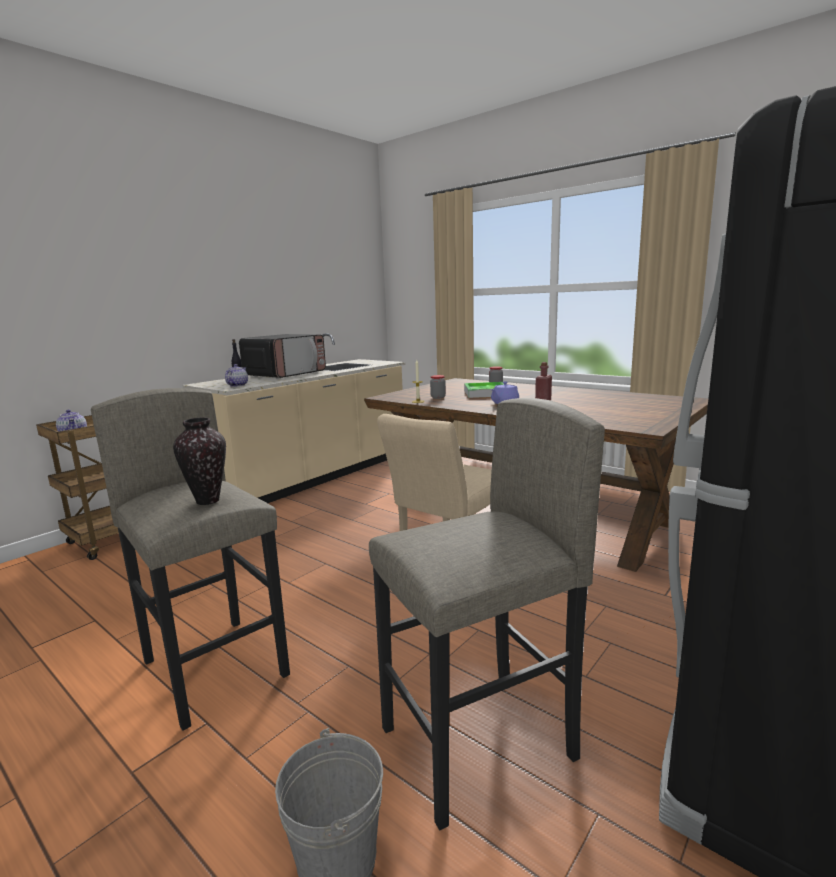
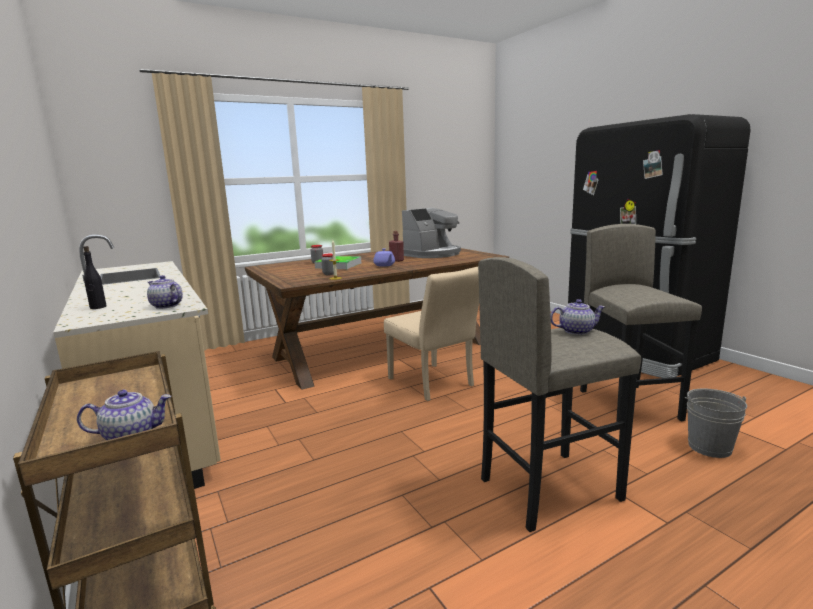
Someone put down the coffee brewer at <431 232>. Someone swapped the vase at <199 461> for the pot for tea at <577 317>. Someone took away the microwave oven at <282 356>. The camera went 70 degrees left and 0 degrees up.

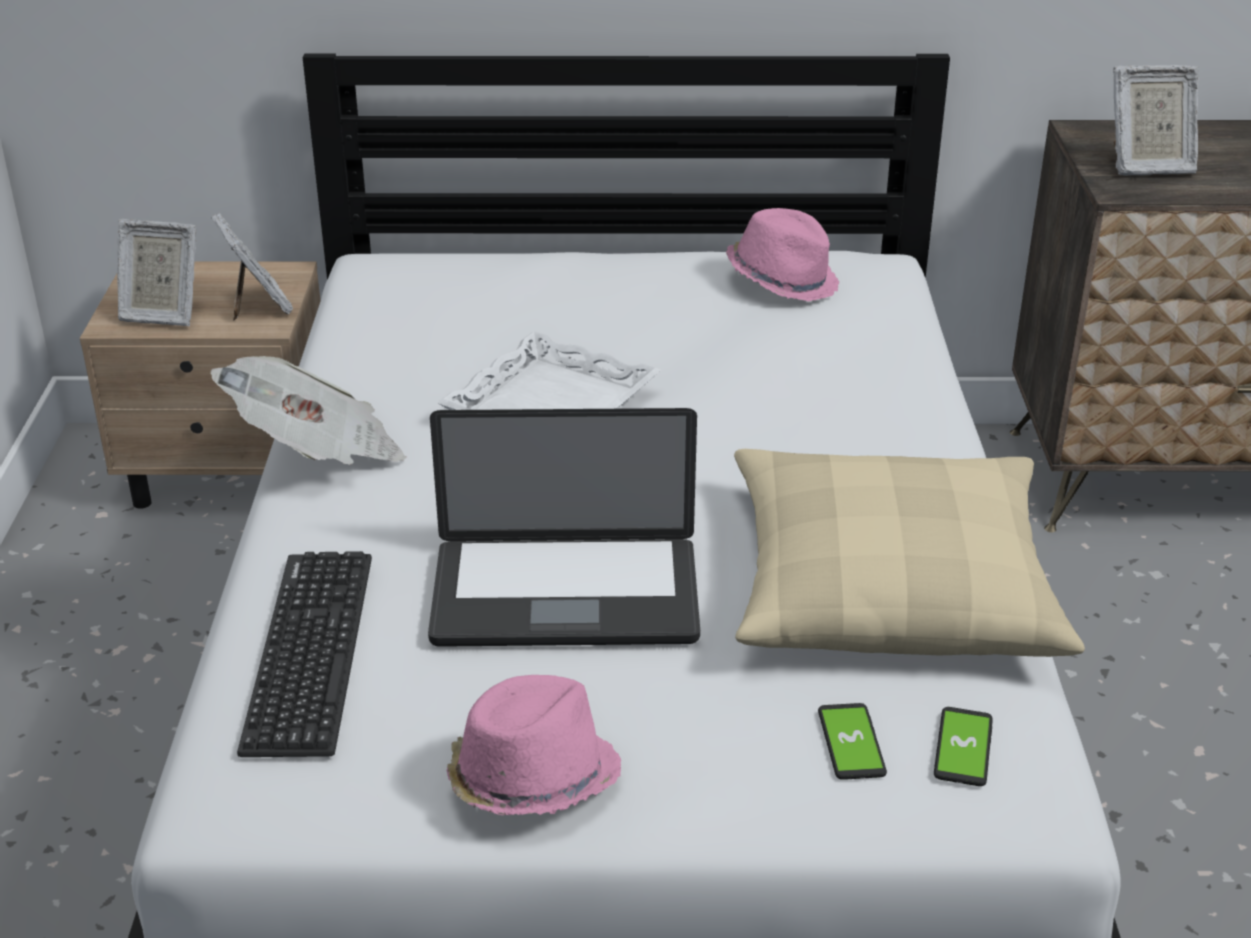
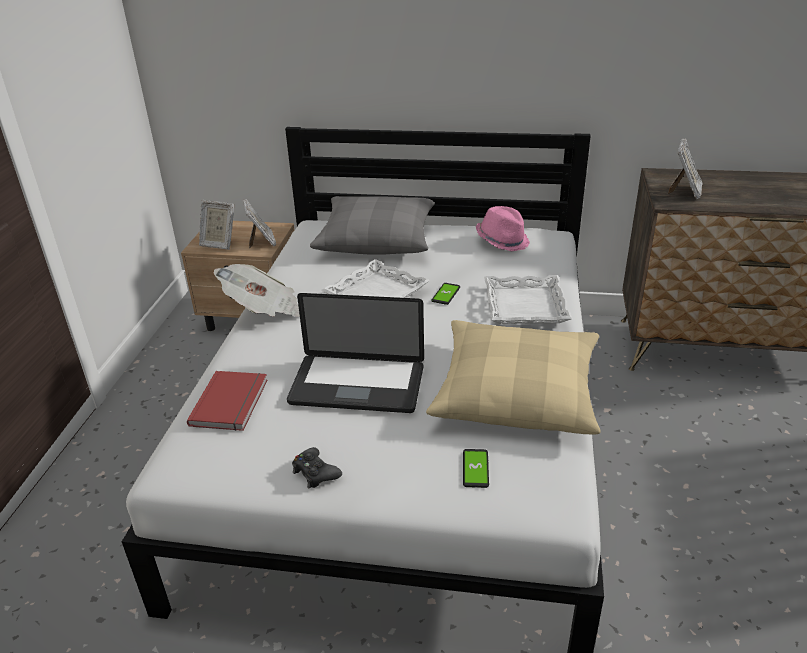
Someone swapped the computer keyboard at <304 654> for the volume (red) at <227 401>. Someone swapped the hat (pink) at <534 745> for the joypad (black-coloured) at <317 467>. Someone put down the pillow (greyish) at <372 225>. Someone carried the telephone from <963 746> to <445 294>. Someone put down the serving tray (white-coloured) at <528 299>. Someone rotated the picture frame at <1155 120> by 75 degrees counterclockwise. The camera went 10 degrees right and 0 degrees up.

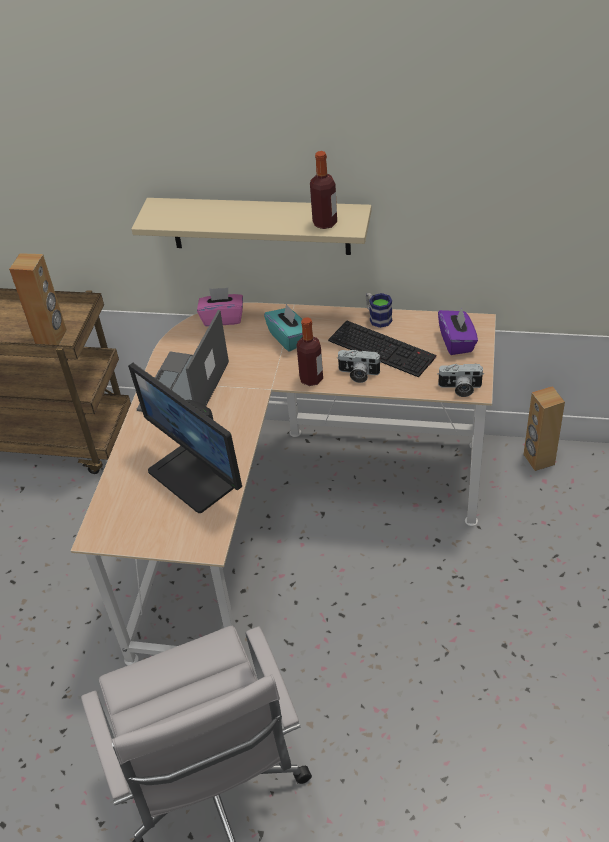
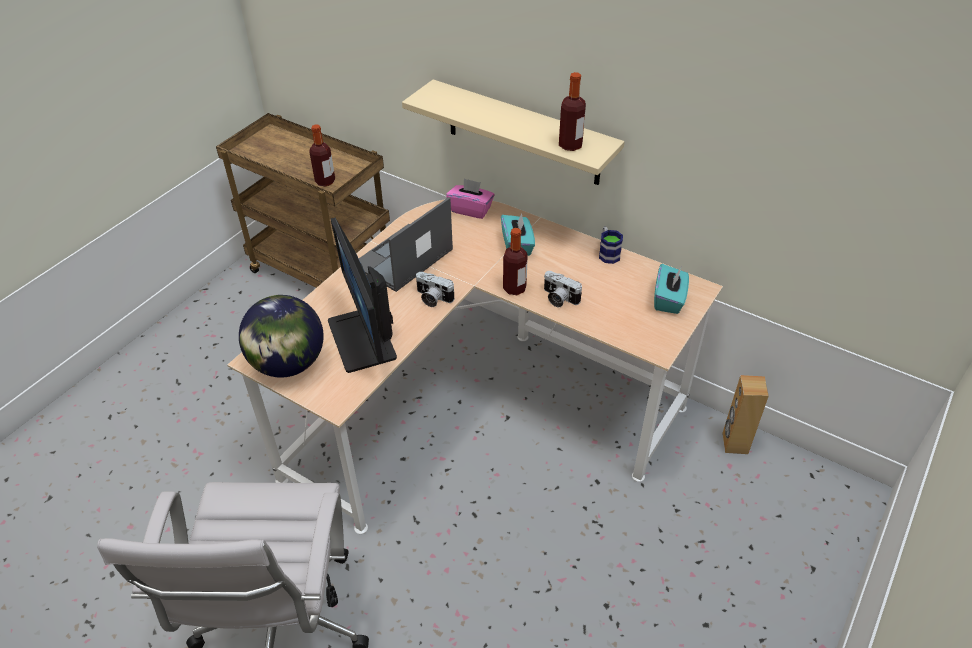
Someone put down the world globe at <281 336>. Someone swapped the speaker (brown) at <38 299> for the bottle at <322 155>. Someone carried the photo camera from <460 380> to <435 289>. Someone repainted the box of tissues (purplish) at <458 331>, which became the box of tissues (turquoise-coloured) at <671 289>. Someone took away the computer keyboard at <382 349>. The camera went 20 degrees right and 0 degrees up.

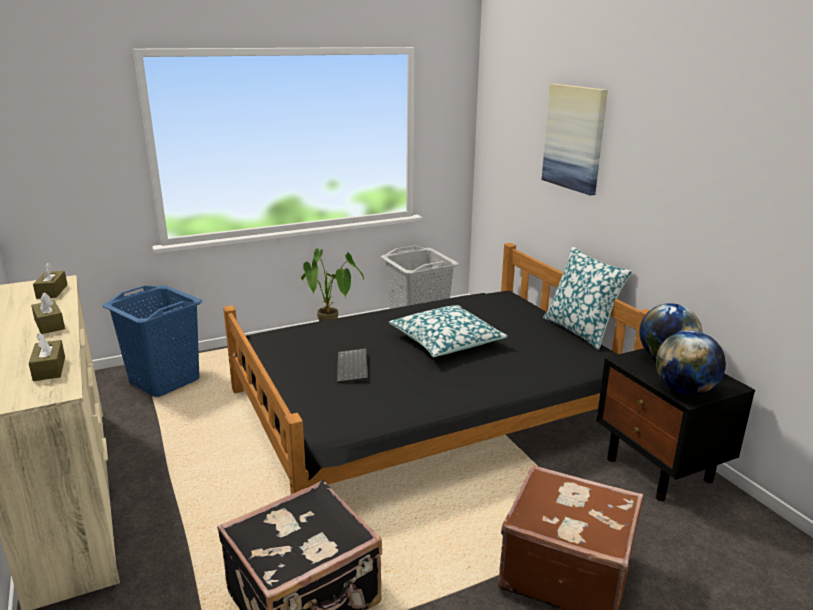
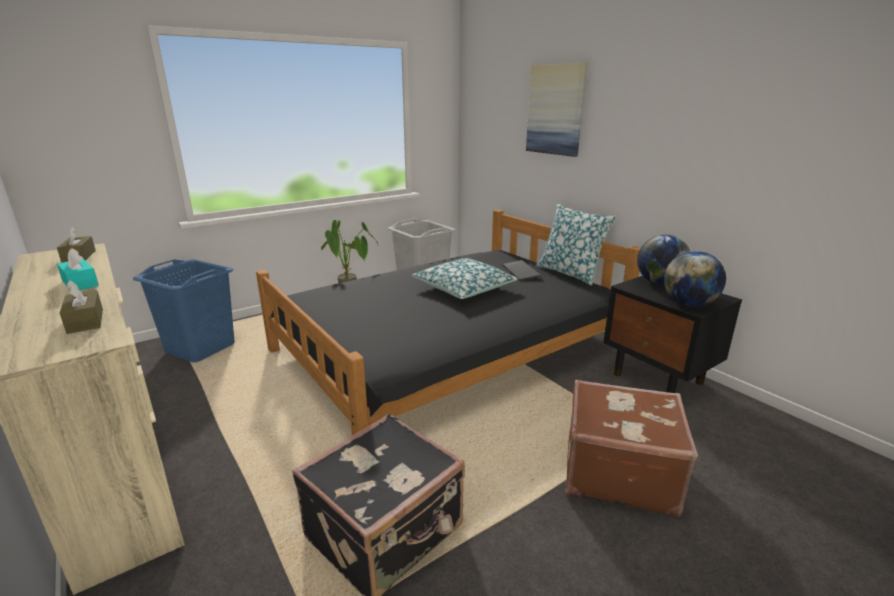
Someone repainted the box of tissues (brown) at <48 313>, which became the box of tissues (turquoise-coloured) at <78 269>. Someone carried the computer keyboard from <352 365> to <521 270>. The camera went 10 degrees left and 0 degrees up.

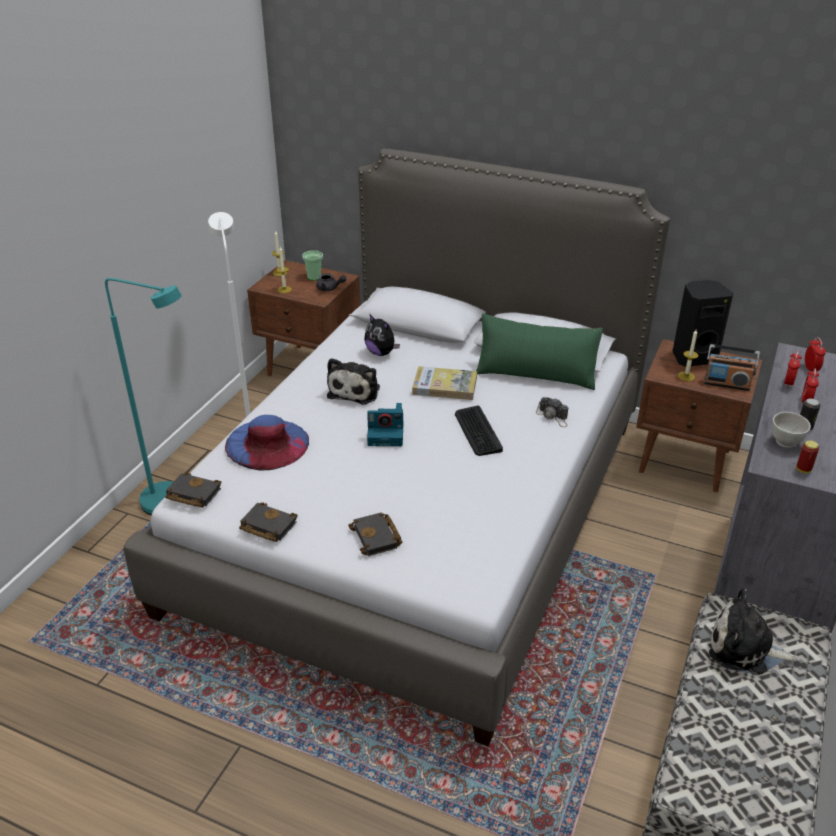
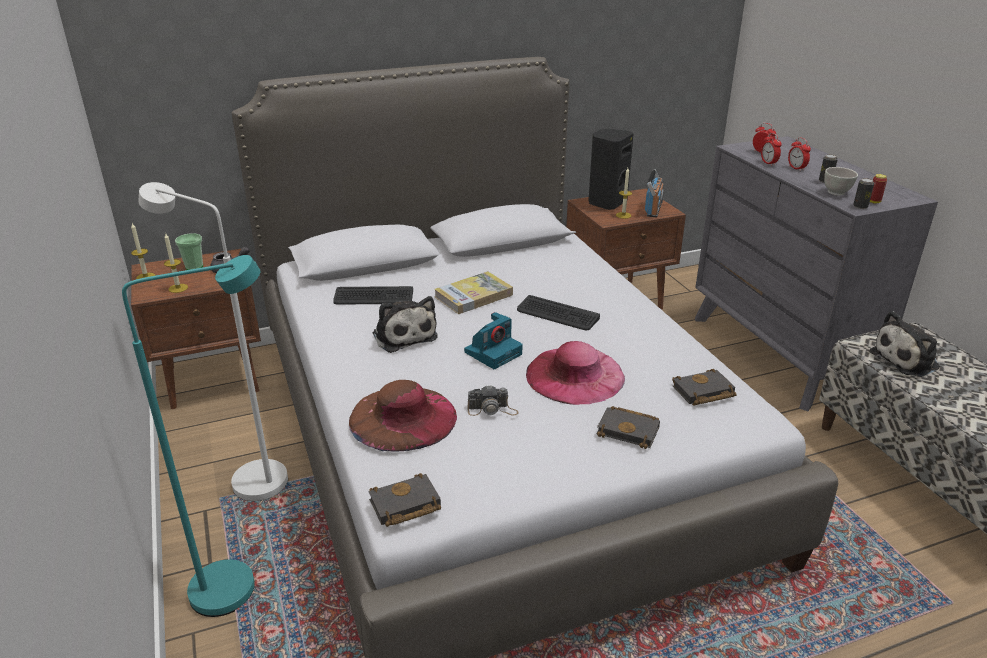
Someone swapped the cuddly toy at <382 335> for the computer keyboard at <373 295>. Someone repainted the hat (blue) at <267 442>, which became the hat (brown) at <403 416>. Someone carried the photo camera from <551 412> to <492 400>. Someone put down the hat (pink) at <575 373>. Someone rotated the radio set at <732 367> by 45 degrees counterclockwise. Someone carried the volume (black-coloured) from <268 522> to <704 387>. Someone put down the can at <863 193>. Someone took away the pillow (green) at <539 352>. The camera went 45 degrees left and 5 degrees down.

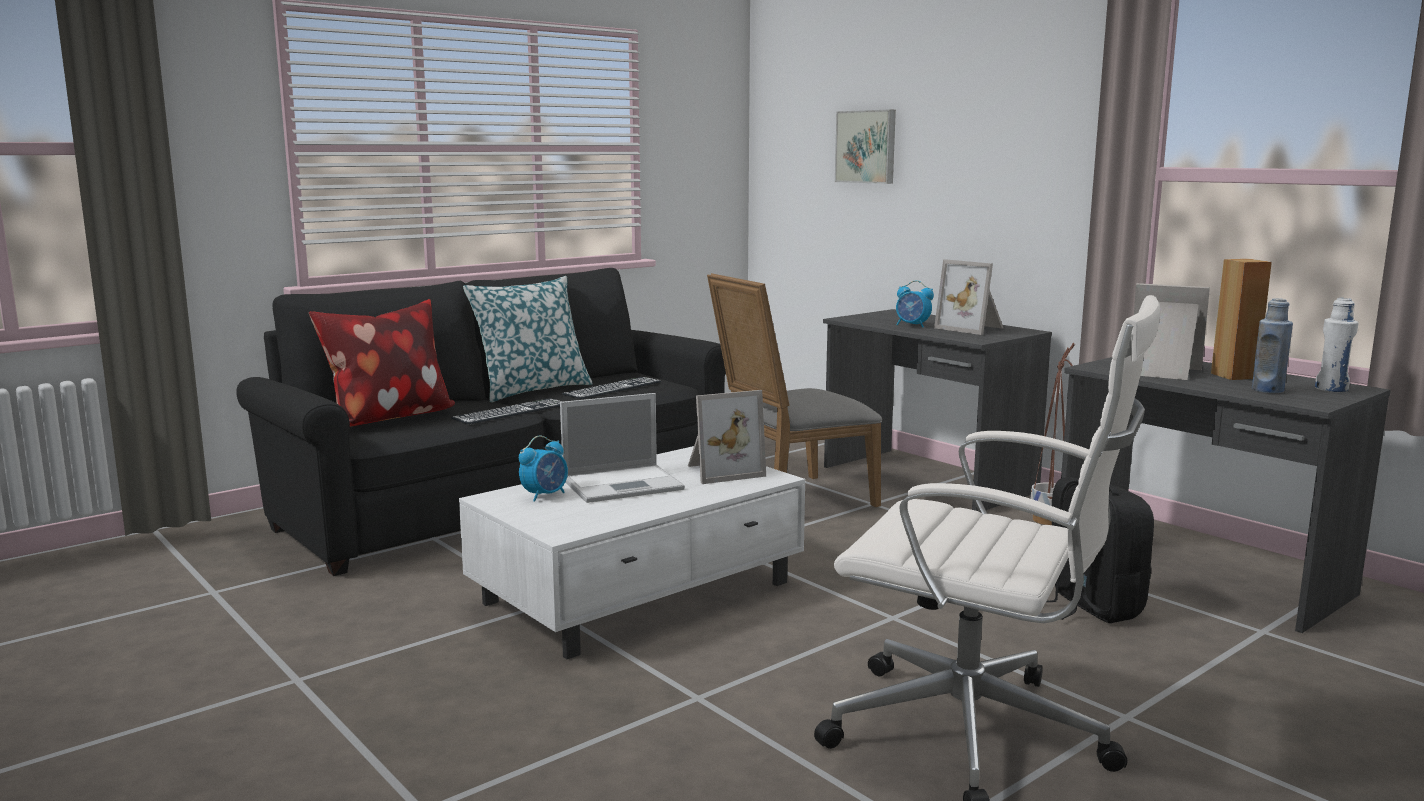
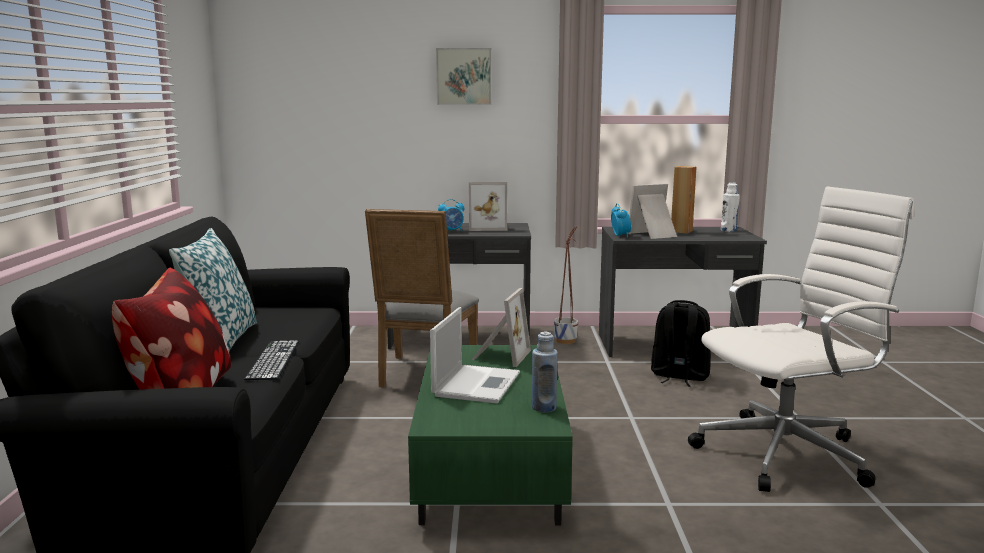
Someone repainted the low table (white-coloured) at <632 552>, which became the low table (green) at <490 435>. Someone carried the wall art from <865 146> to <464 76>. Someone carried the bottle (blue) from <1272 345> to <545 372>. Someone carried the bedside clock from <543 468> to <621 220>. Someone took away the computer keyboard at <611 388>. The camera went 50 degrees left and 0 degrees up.

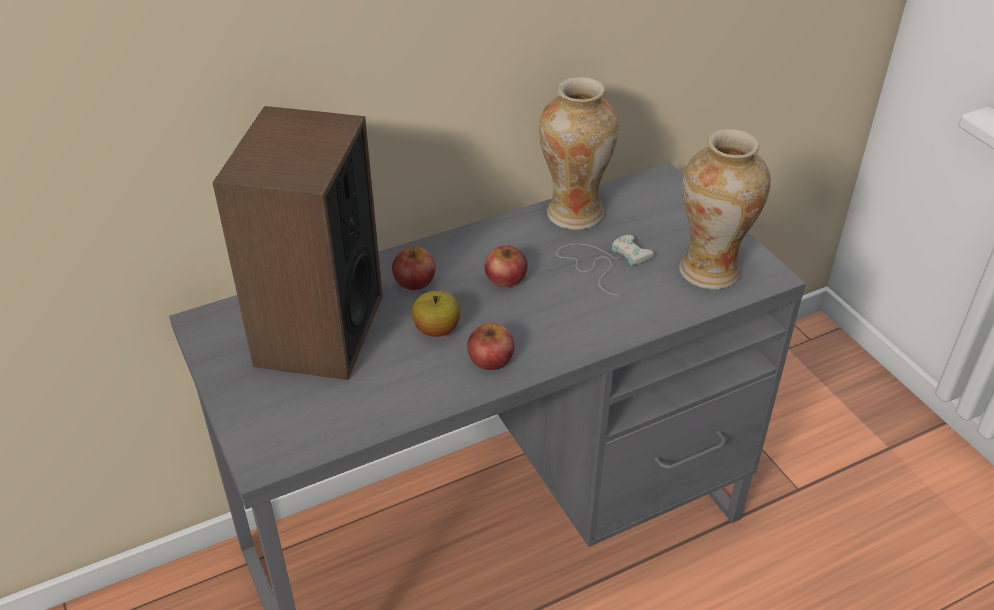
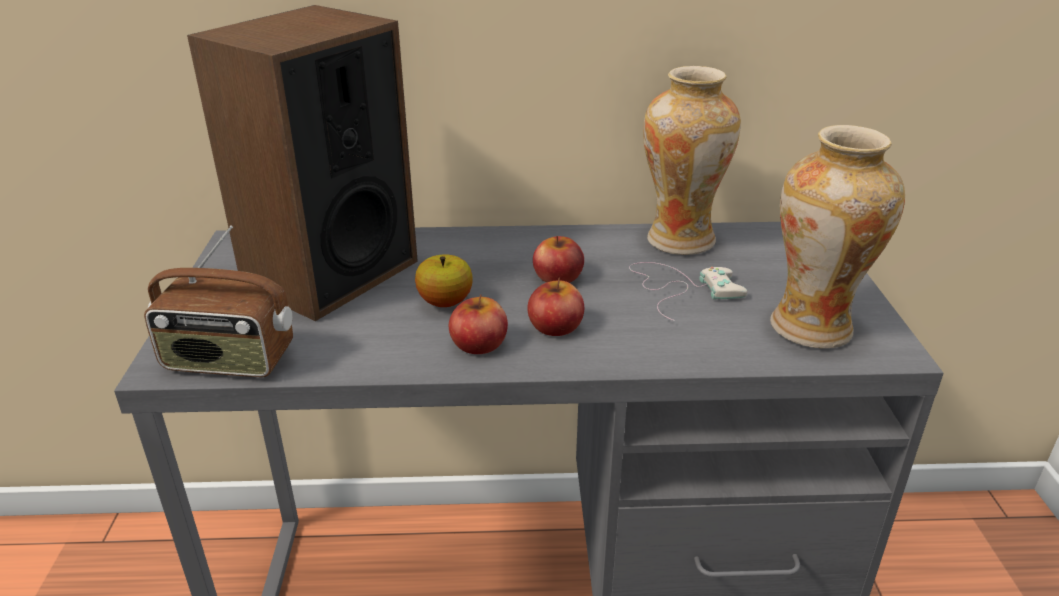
Someone put down the radio set at <218 301>. Someone carried the whole apple from <414 268> to <555 306>. The camera went 25 degrees right and 10 degrees down.

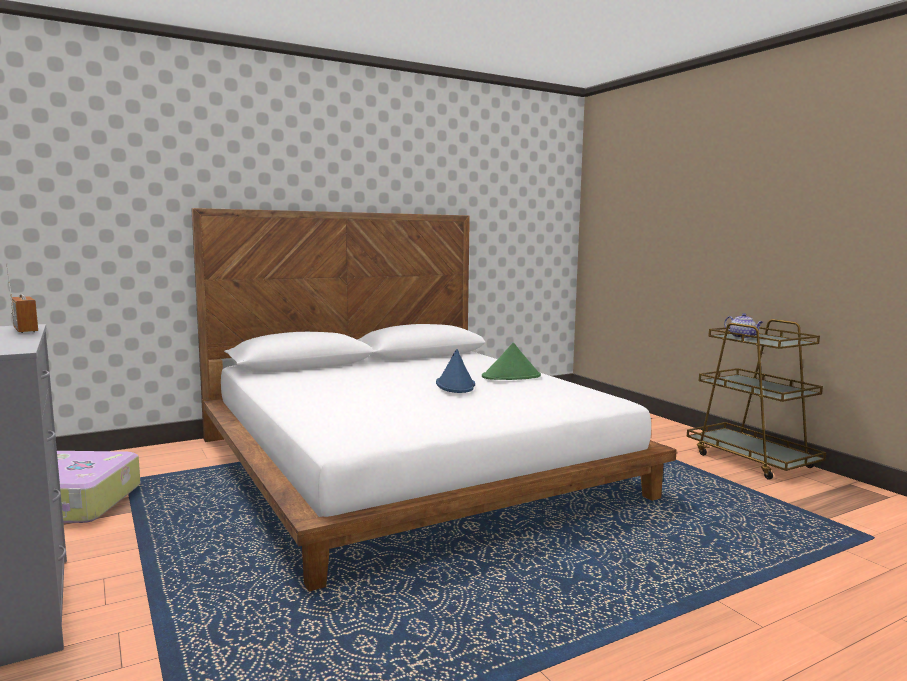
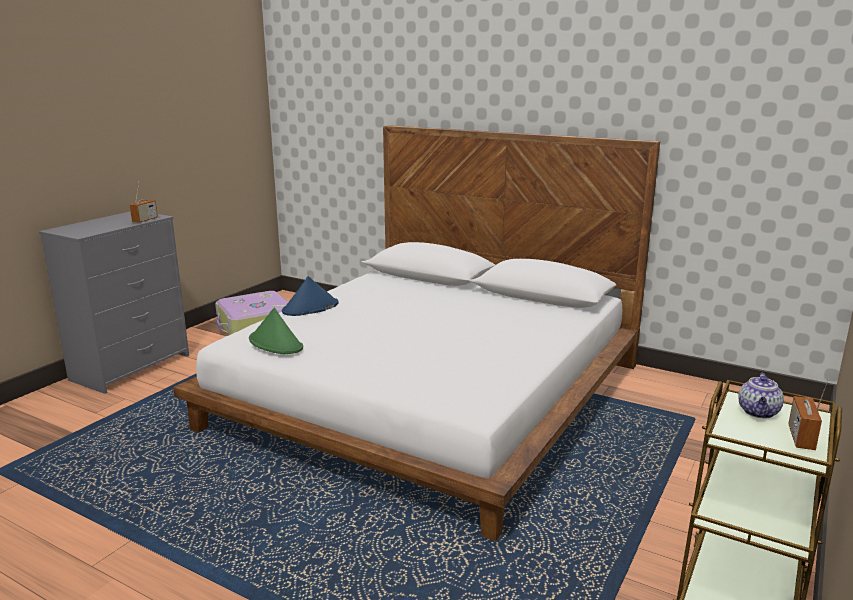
Someone carried the hat (green) from <511 361> to <276 330>. Someone carried the hat (blue) from <455 371> to <310 296>. Someone put down the radio set at <808 414>. The camera went 60 degrees right and 10 degrees up.

